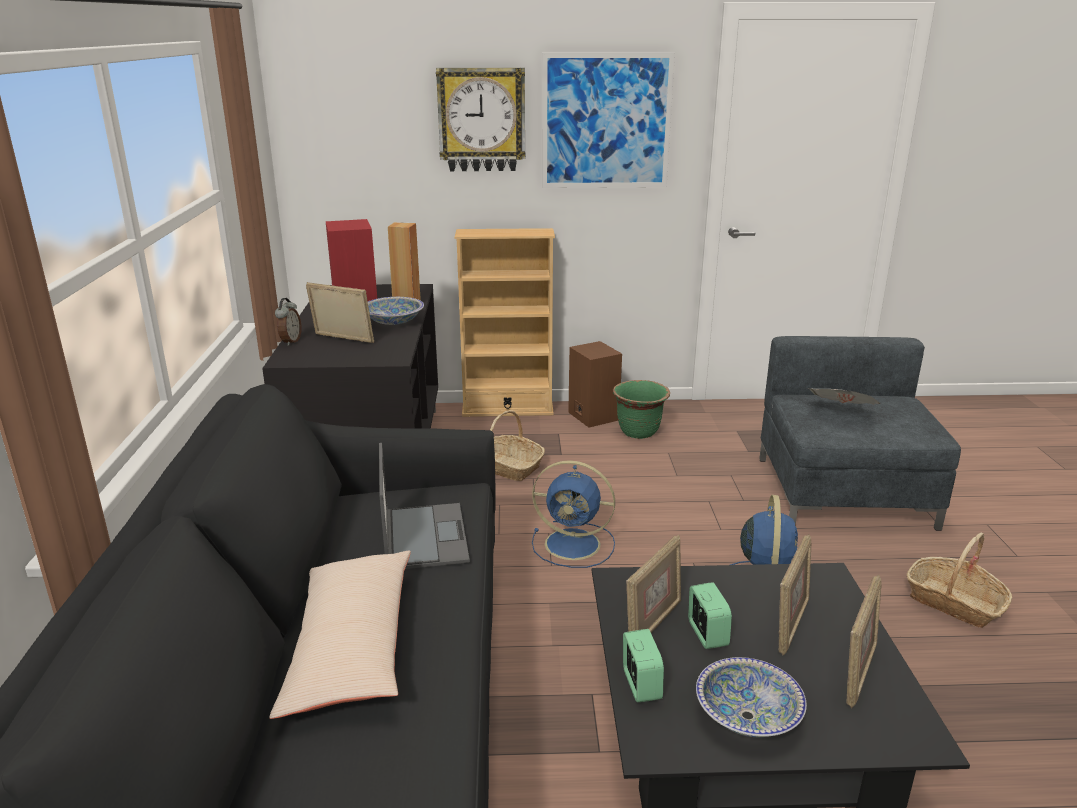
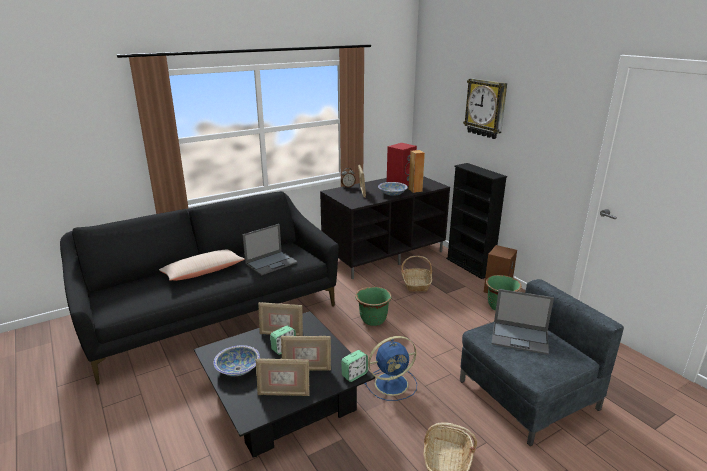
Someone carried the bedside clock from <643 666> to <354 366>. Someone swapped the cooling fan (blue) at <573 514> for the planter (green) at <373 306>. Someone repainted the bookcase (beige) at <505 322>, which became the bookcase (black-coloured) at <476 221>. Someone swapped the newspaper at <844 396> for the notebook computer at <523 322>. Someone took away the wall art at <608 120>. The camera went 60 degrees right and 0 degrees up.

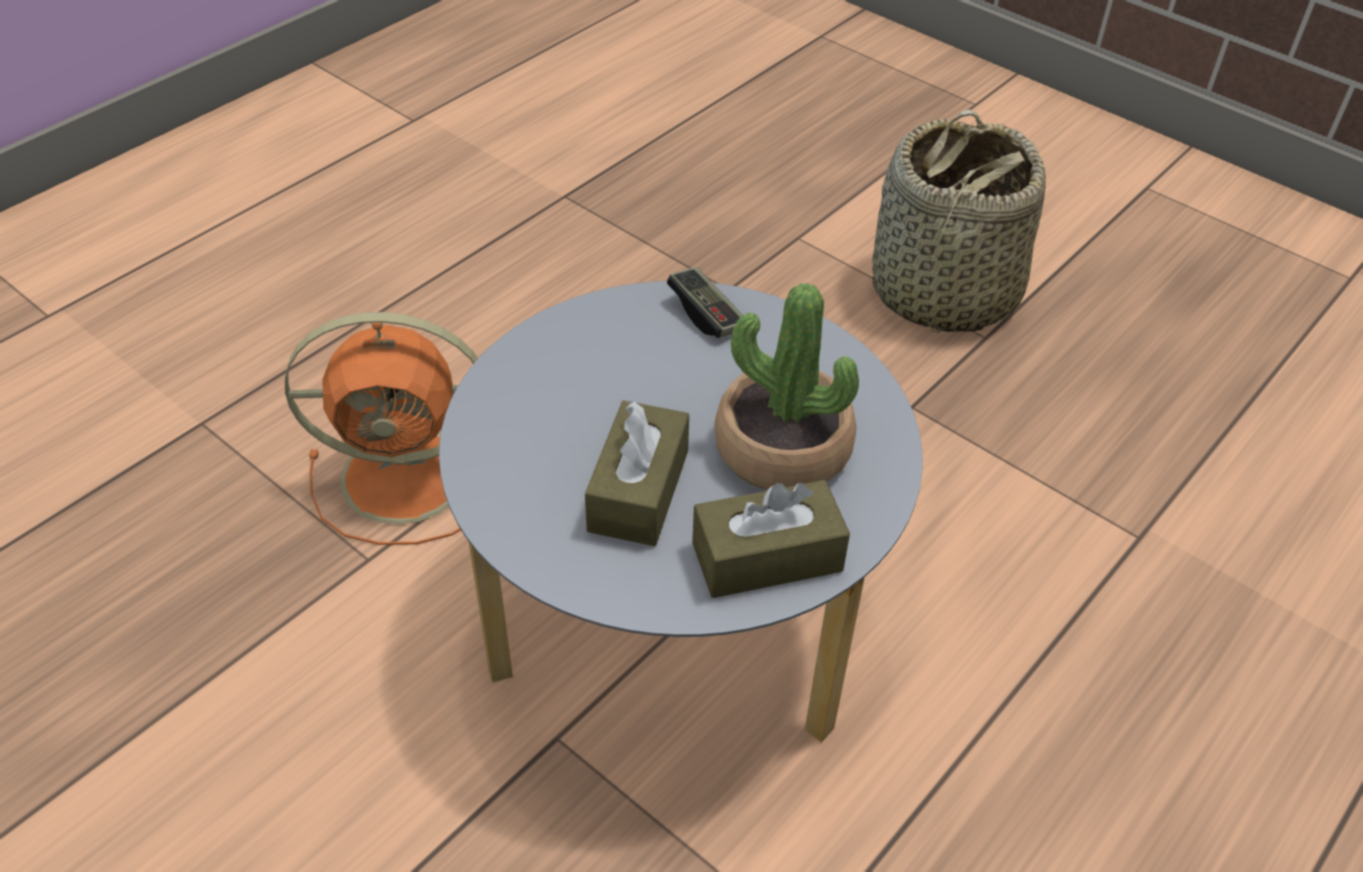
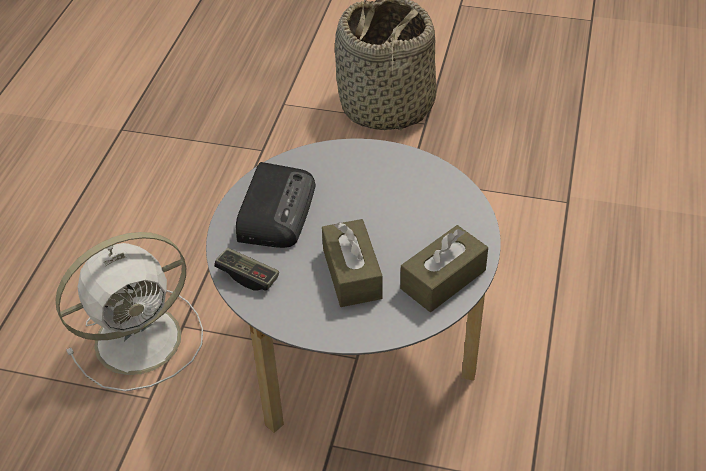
Someone repainted the cooling fan (orangey) at <381 428>, which became the cooling fan (white-coloured) at <129 311>. Someone carried the joypad from <705 302> to <246 269>. Someone put down the radio set at <276 205>. Someone took away the houseplant at <786 386>. The camera went 25 degrees left and 0 degrees up.

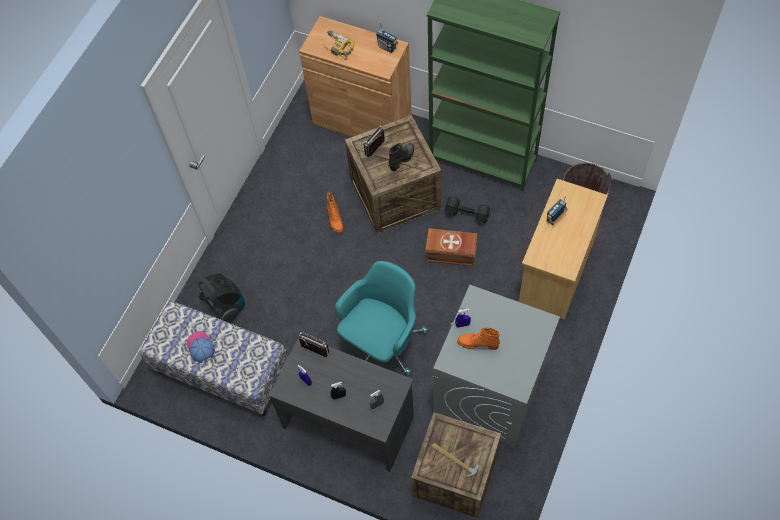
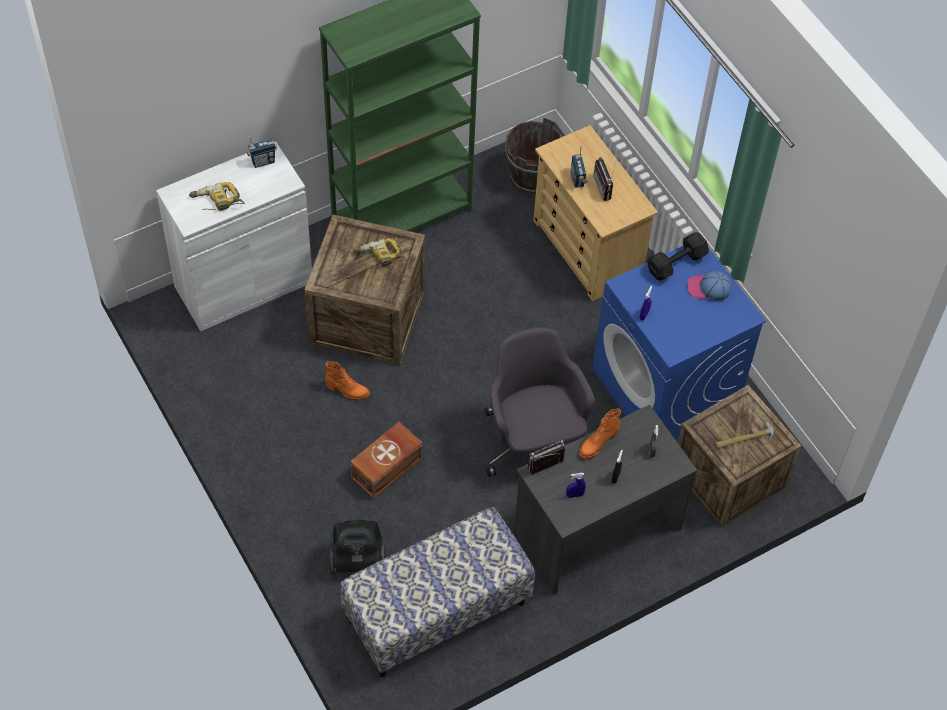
Someone repainted the cabinet (brown) at <355 76>, which became the cabinet (white-coloured) at <234 236>. Someone carried the storage bin (brown) from <451 247> to <386 460>. Someone swapped the boot (black-coloured) at <401 157> for the drill at <380 252>. Someone repainted the desk chair (turquoise-coloured) at <382 318>, which became the desk chair (greyish) at <540 402>. Someone carried the boot (orangey) from <478 339> to <600 433>. Someone repainted the washing machine (greyish) at <496 365>, which became the washing machine (blue) at <679 343>. Someone carried the radio set from <374 142> to <605 178>. Someone carried the dumbbell (black-coloured) from <467 210> to <678 256>. Someone carried the baseball cap from <201 347> to <709 286>. The camera went 60 degrees left and 5 degrees down.

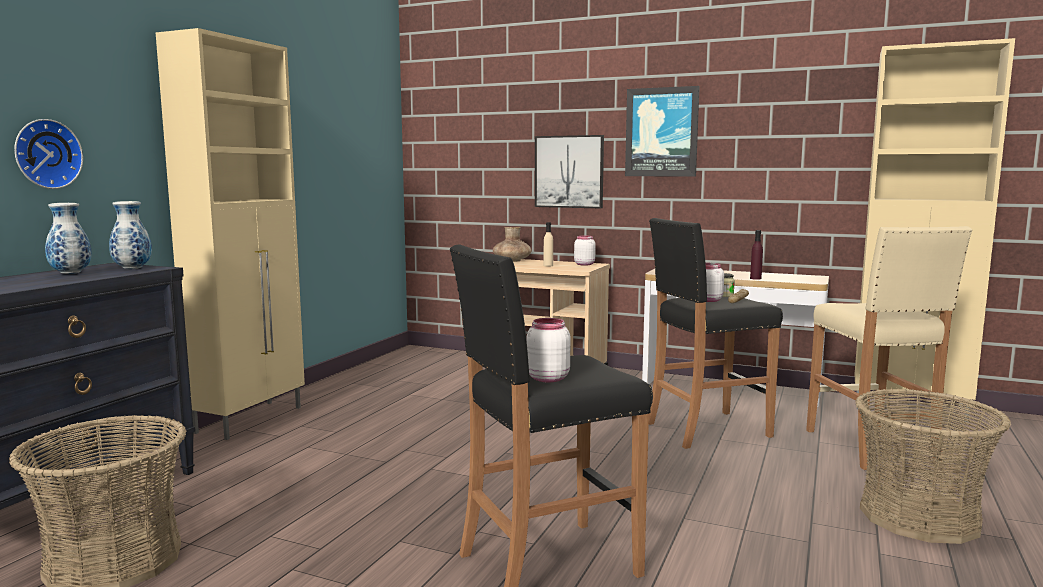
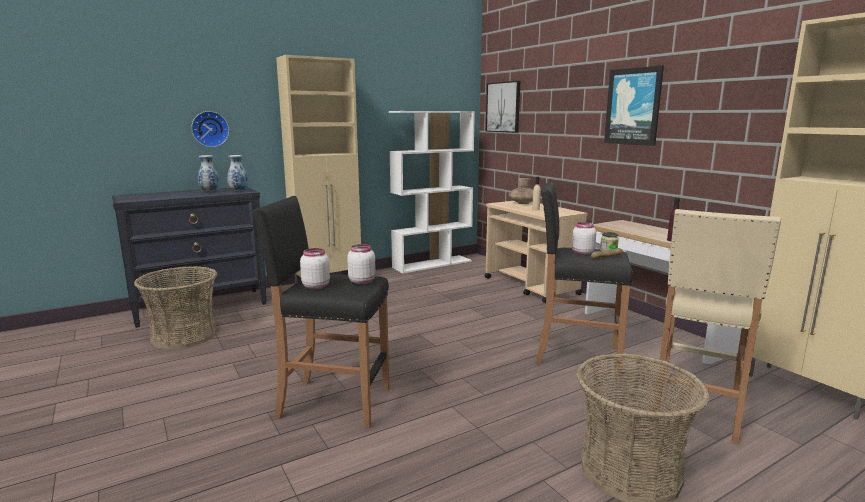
Someone carried the jar (white-coloured) from <585 250> to <361 264>. Someone put down the bookcase (white-coloured) at <432 192>. Someone carried the wall art from <569 171> to <503 107>. The camera went 35 degrees right and 5 degrees up.

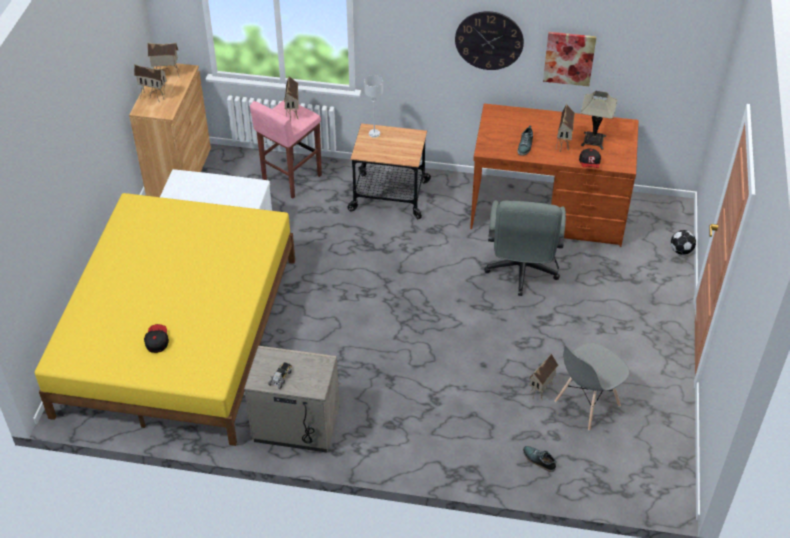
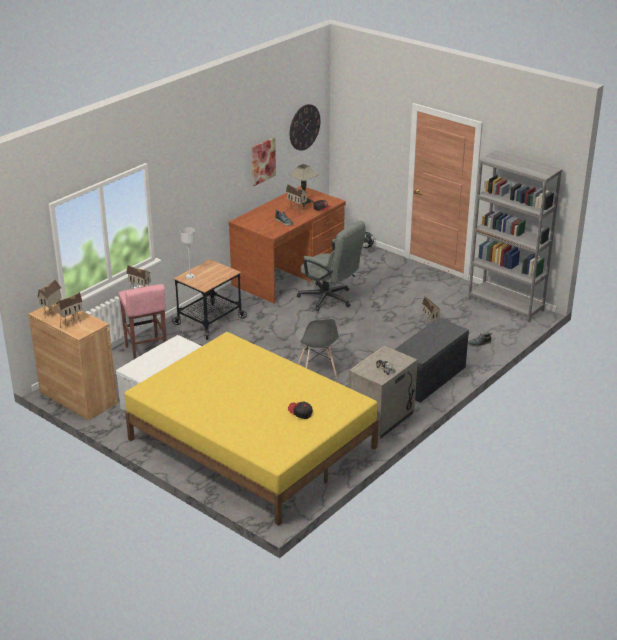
Someone carried the hanging clock from <489 40> to <305 127>. Someone carried the chair (greyish) from <592 386> to <317 348>. Someone put down the long seat (greyish) at <431 360>. Someone put down the bookcase (greyish) at <515 236>. The camera went 60 degrees left and 15 degrees down.

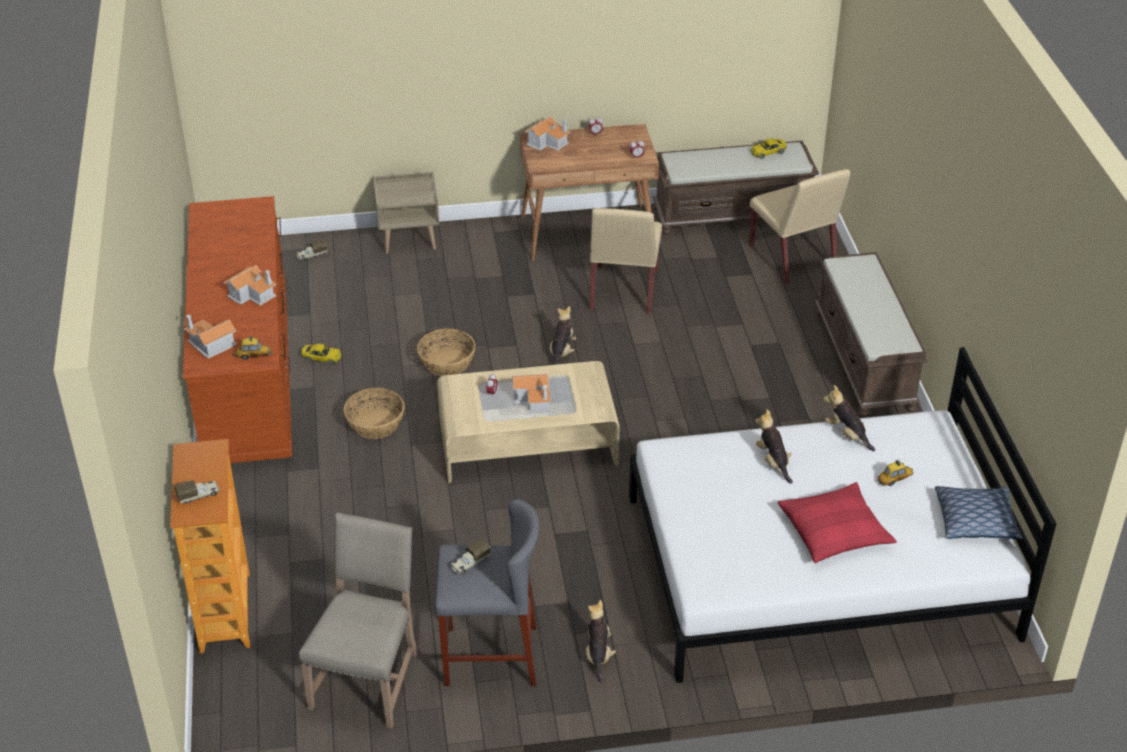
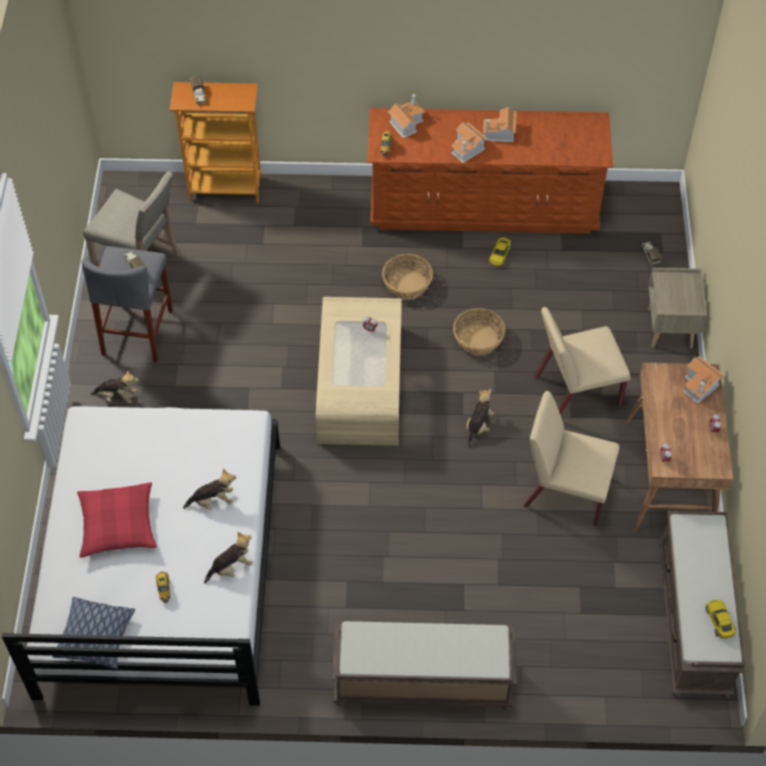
Someone rotated the cuddly toy at <562 335> by 90 degrees counterclockwise. Someone carried the miniature house from <531 394> to <499 124>. Someone carried the chair (beige) from <800 226> to <582 361>. The camera went 100 degrees right and 15 degrees up.

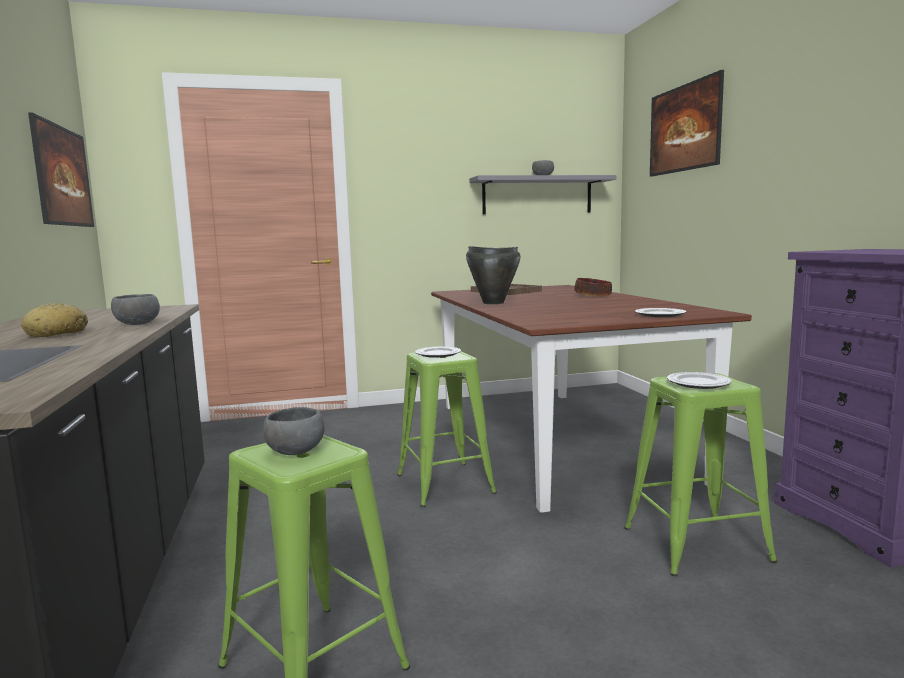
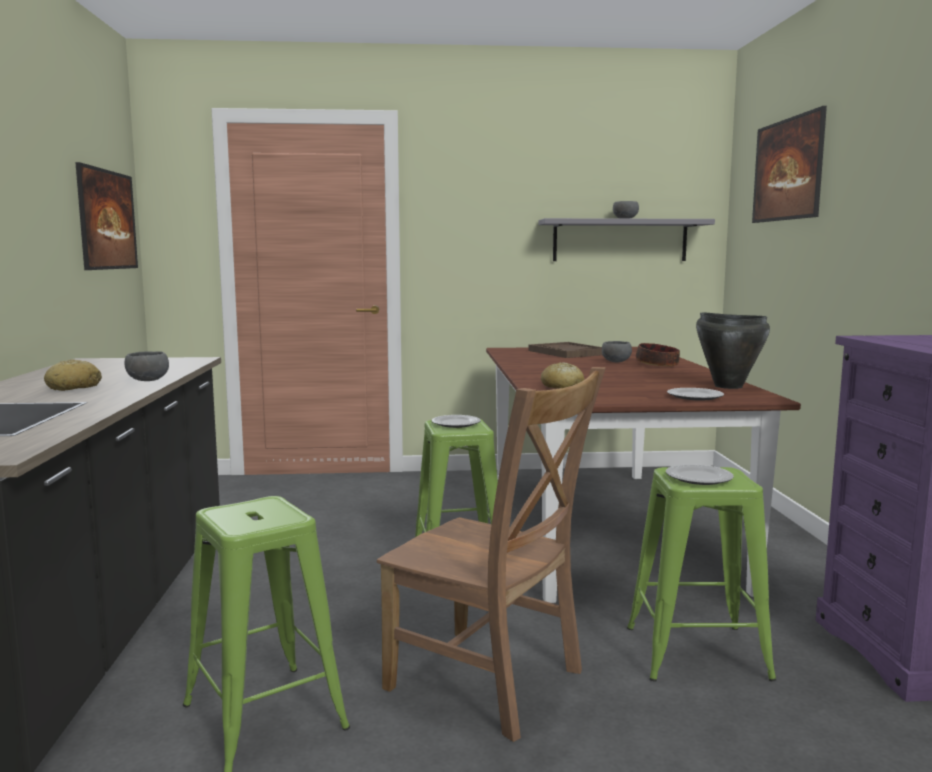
Someone put down the chair (brown) at <491 554>. Someone put down the bakery bread at <563 375>. Someone carried the serving bowl (greyish) from <294 431> to <617 351>. Someone carried the stockpot (black-coloured) from <493 275> to <733 350>. The camera went 10 degrees right and 0 degrees up.

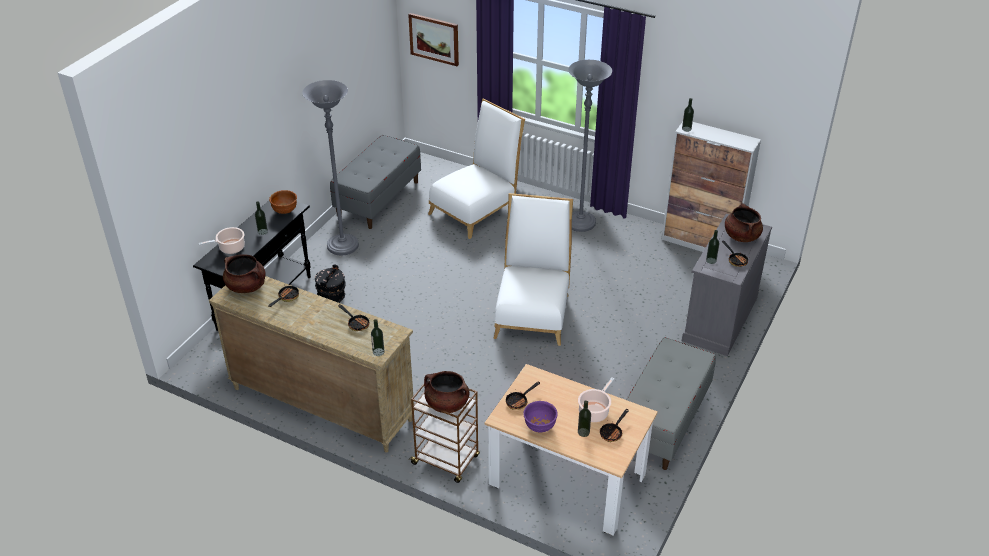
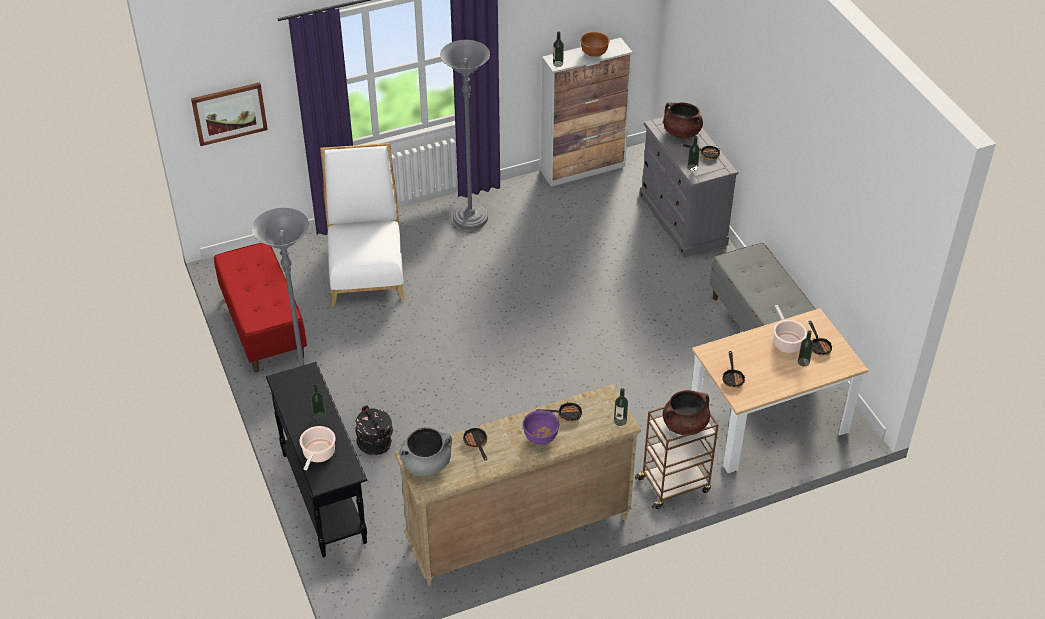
Someone repainted the long seat (greyish) at <375 182>, which became the long seat (red) at <260 308>. Someone repainted the stockpot (brown) at <244 273>, which became the stockpot (greyish) at <425 451>. Someone carried the serving bowl (purplish) from <540 417> to <541 427>. Someone carried the serving bowl (brown) from <283 202> to <595 44>. Someone took away the chair (white-coloured) at <533 269>. The camera went 50 degrees left and 5 degrees up.

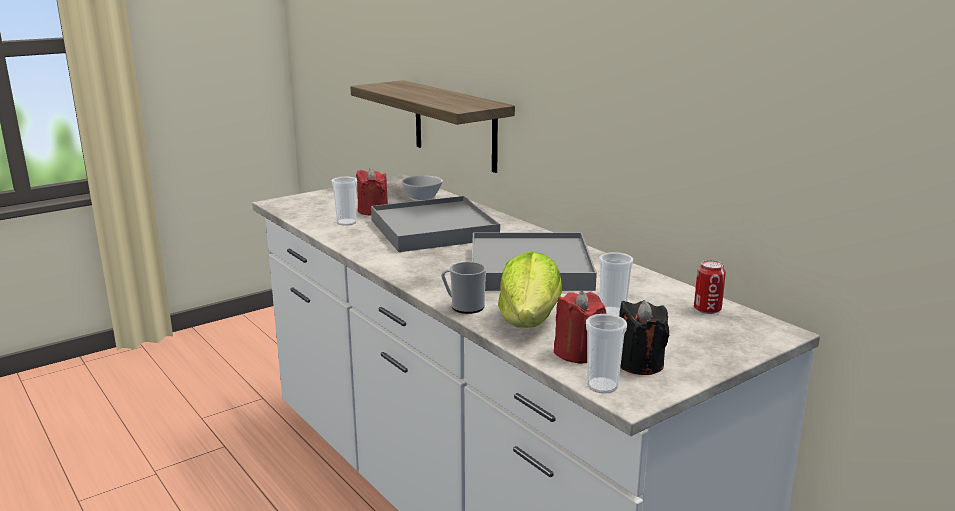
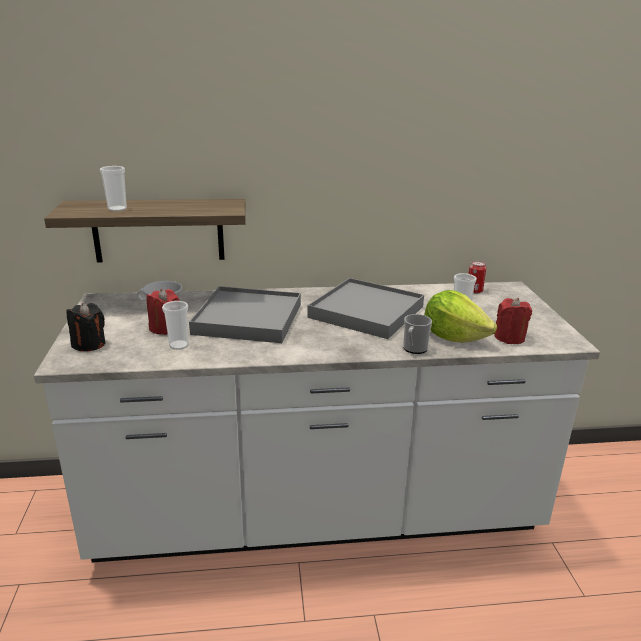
Someone carried the candle (black-coloured) from <644 337> to <86 327>. Someone carried the drinking cup from <606 354> to <113 188>. The camera went 60 degrees left and 5 degrees up.

